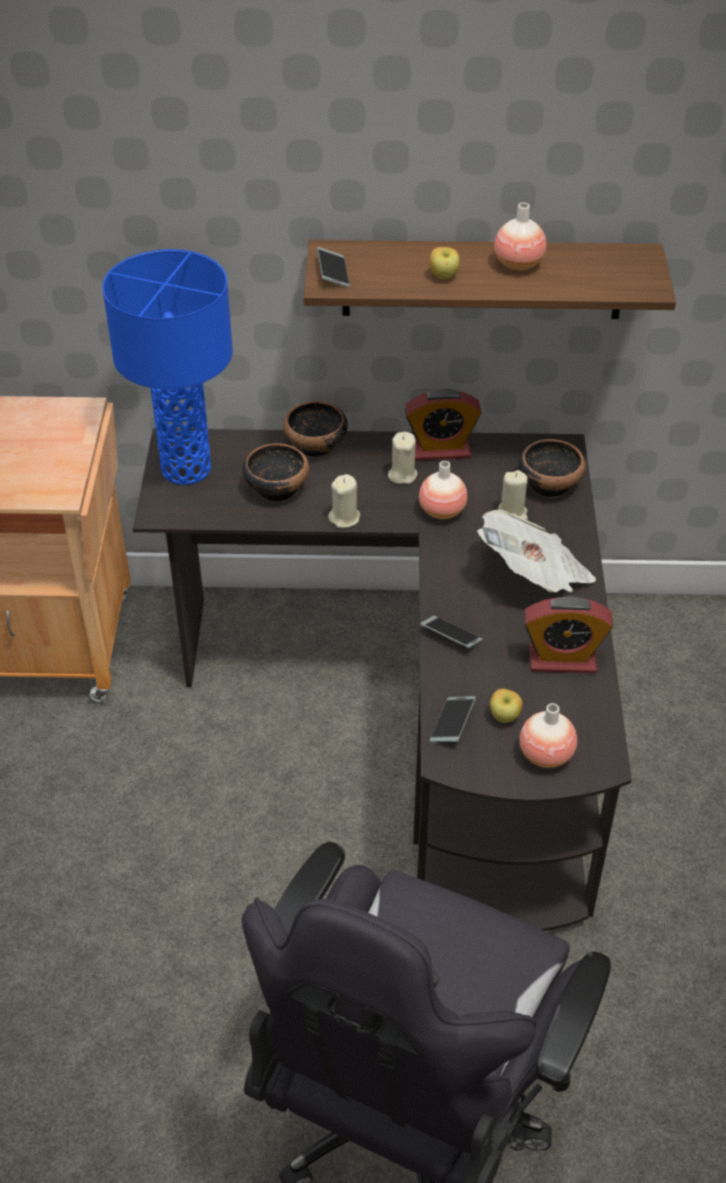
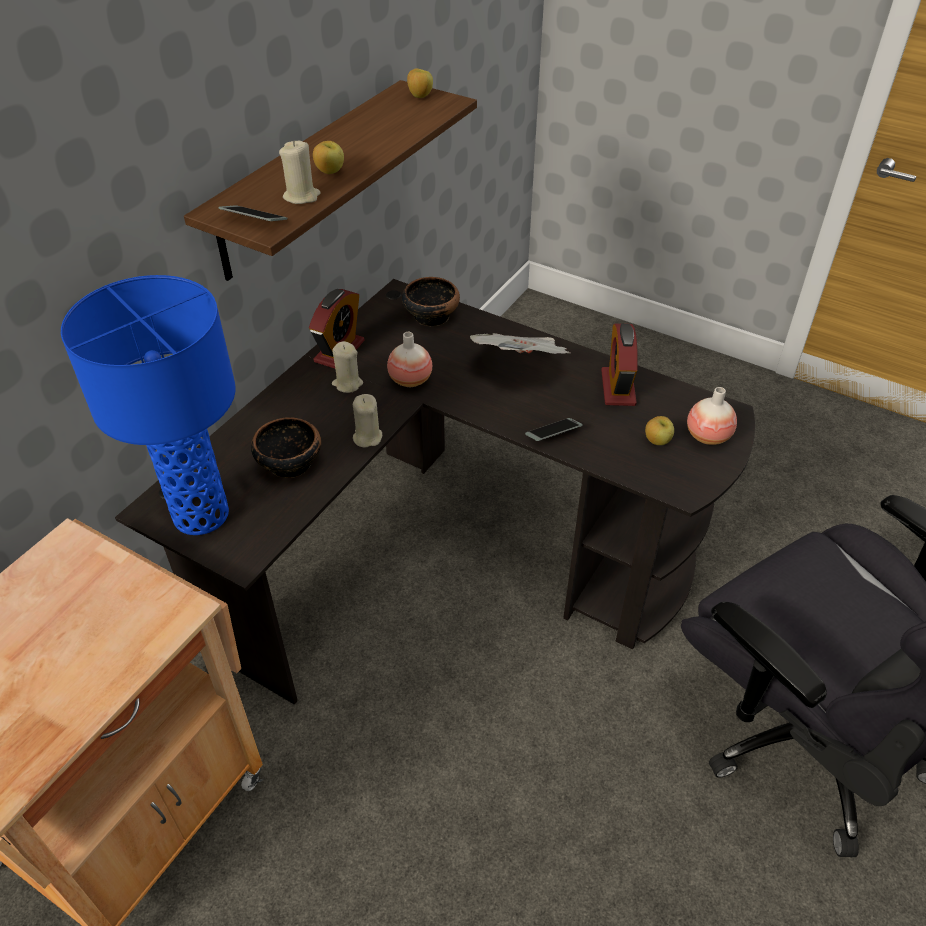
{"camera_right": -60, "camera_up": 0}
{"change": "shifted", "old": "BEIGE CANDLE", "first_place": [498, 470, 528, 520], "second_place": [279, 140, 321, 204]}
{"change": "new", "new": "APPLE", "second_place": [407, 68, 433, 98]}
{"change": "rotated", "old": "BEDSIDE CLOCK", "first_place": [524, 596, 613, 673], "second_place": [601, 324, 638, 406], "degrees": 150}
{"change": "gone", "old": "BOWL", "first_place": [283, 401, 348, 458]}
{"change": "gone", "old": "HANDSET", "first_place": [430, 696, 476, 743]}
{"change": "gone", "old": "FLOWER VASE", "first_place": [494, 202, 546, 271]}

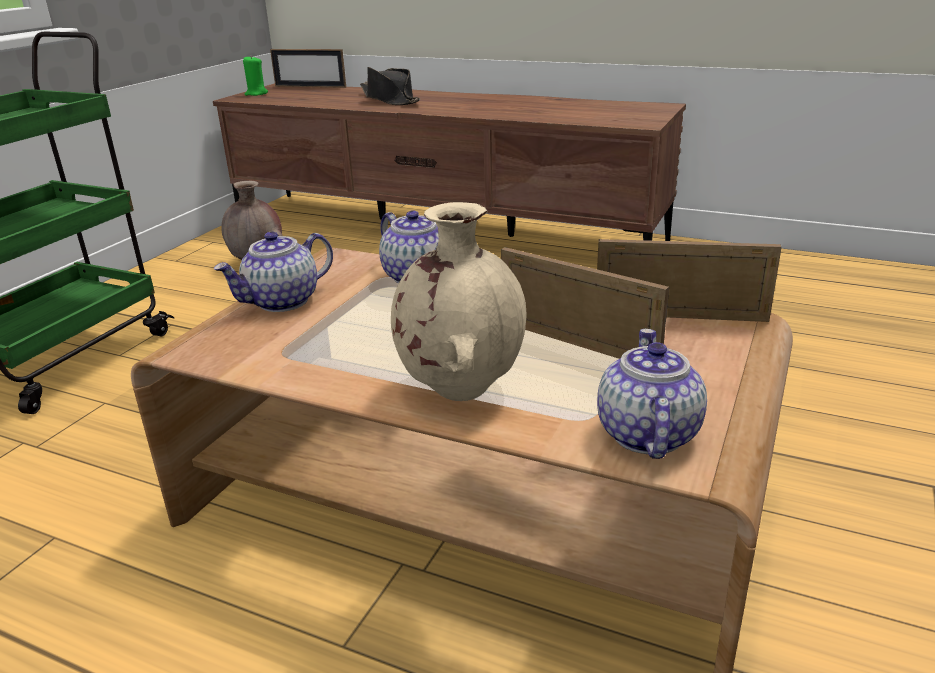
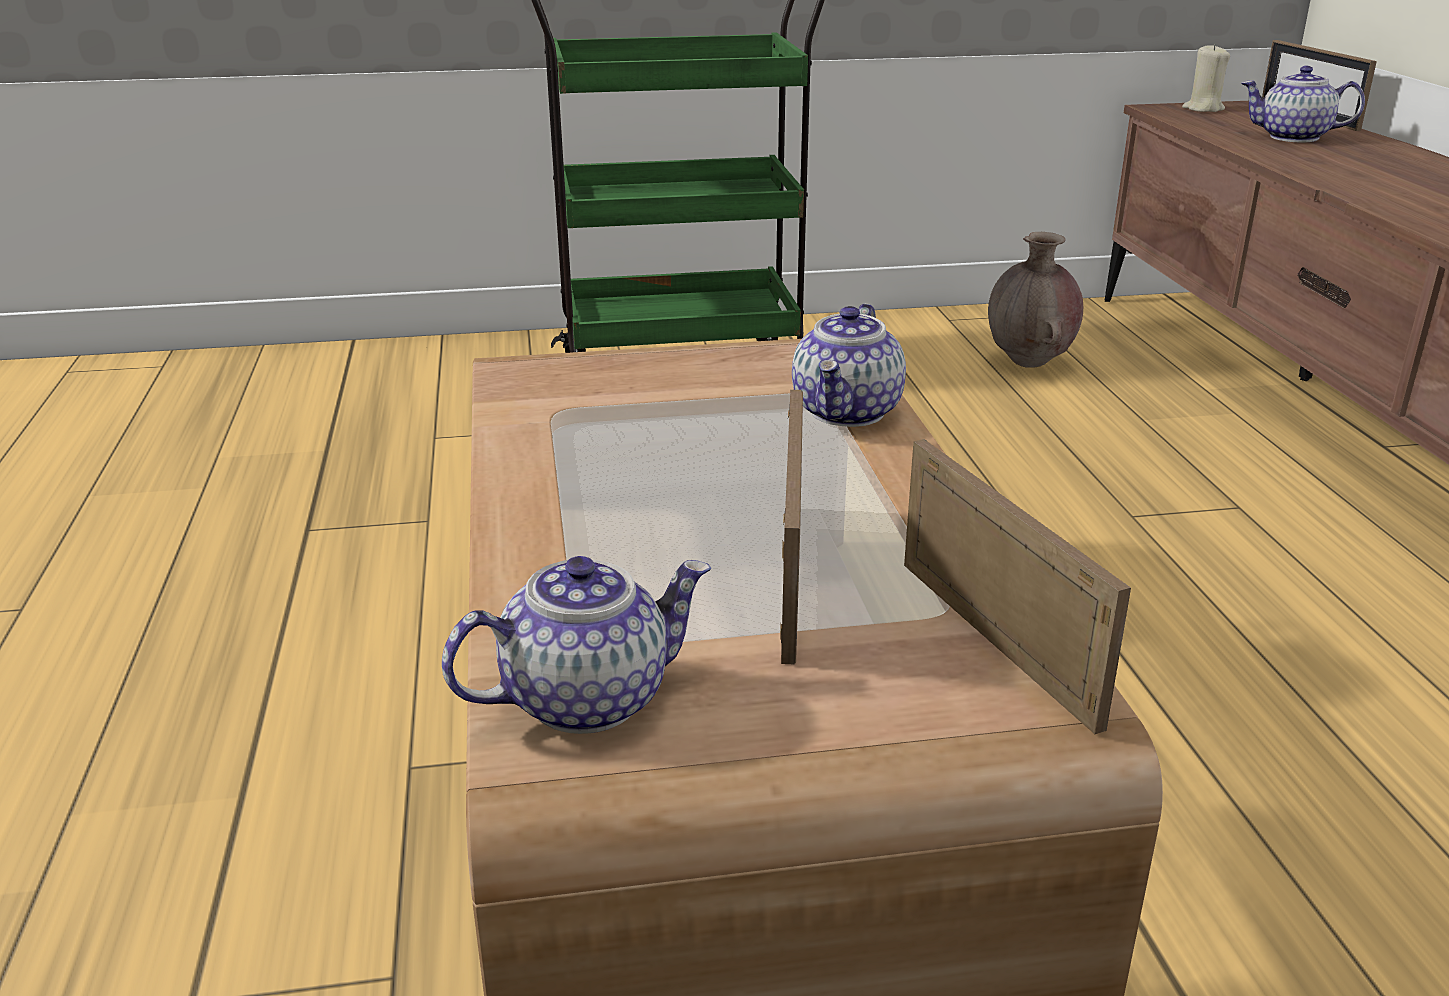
{"camera_right": 55, "camera_up": 0}
{"change": "repainted", "old": "GREEN CANDLE", "new": "BEIGE CANDLE", "first_place": [243, 55, 268, 96], "second_place": [1182, 43, 1230, 112]}
{"change": "shifted", "old": "POT FOR TEA", "first_place": [213, 232, 333, 312], "second_place": [1241, 66, 1365, 142]}
{"change": "gone", "old": "BLACKISH HAT", "first_place": [360, 67, 420, 105]}
{"change": "gone", "old": "BEIGE FLOWER VASE", "first_place": [391, 202, 527, 401]}

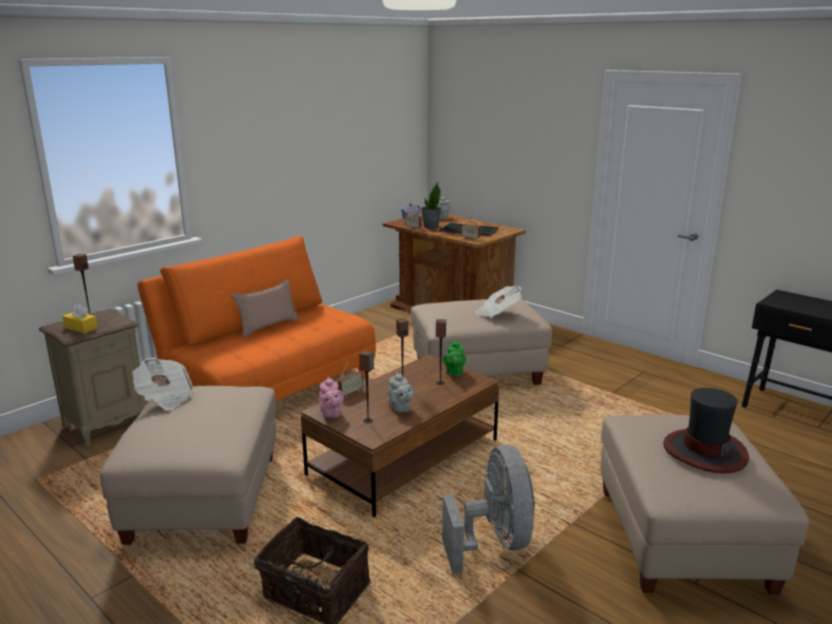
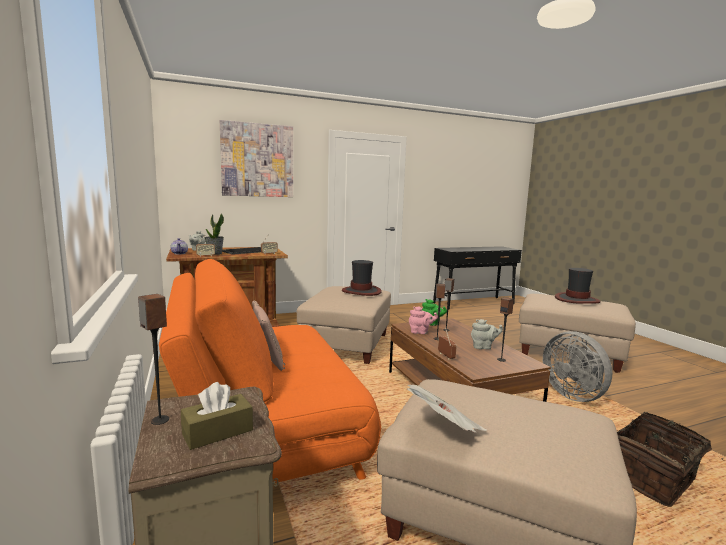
{"camera_right": -65, "camera_up": -10}
{"change": "repainted", "old": "YELLOW TISSUE BOX", "new": "BROWNISH TISSUE BOX", "first_place": [62, 304, 98, 334], "second_place": [181, 382, 253, 450]}
{"change": "new", "new": "PICTURE", "second_place": [220, 120, 293, 197]}
{"change": "swapped", "old": "NEWSPAPER", "new": "HAT", "first_place": [475, 286, 522, 318], "second_place": [342, 260, 382, 296]}
{"change": "shifted", "old": "PINK-COLOURED POT FOR TEA", "first_place": [318, 377, 344, 418], "second_place": [409, 306, 438, 334]}
{"change": "rotated", "old": "GREY ELECTRIC FAN", "first_place": [442, 445, 535, 574], "second_place": [543, 331, 612, 402], "degrees": -135}

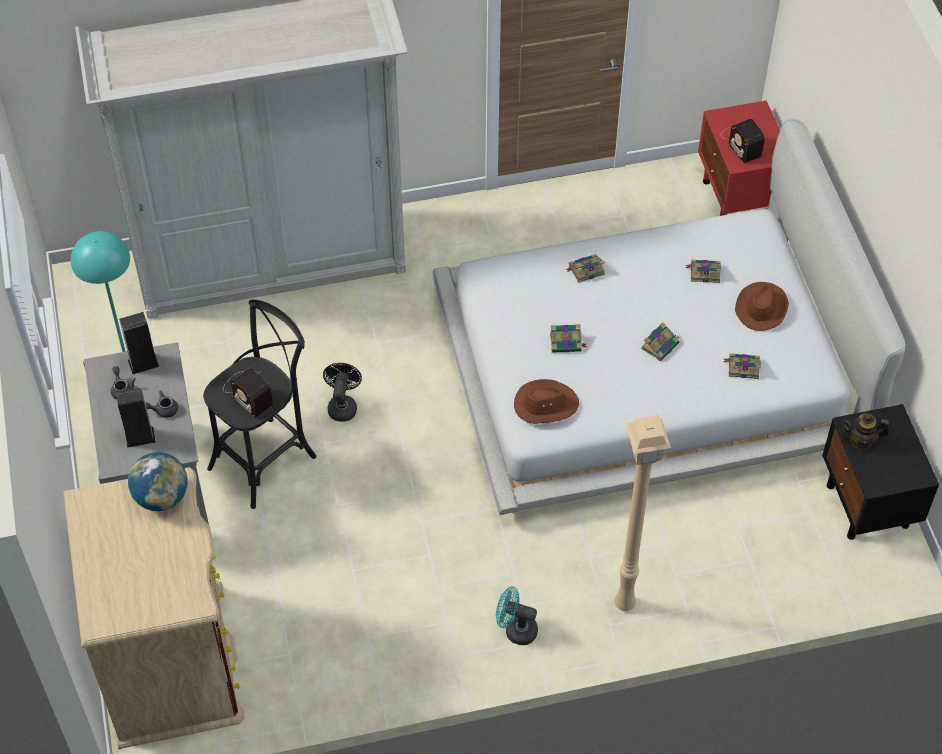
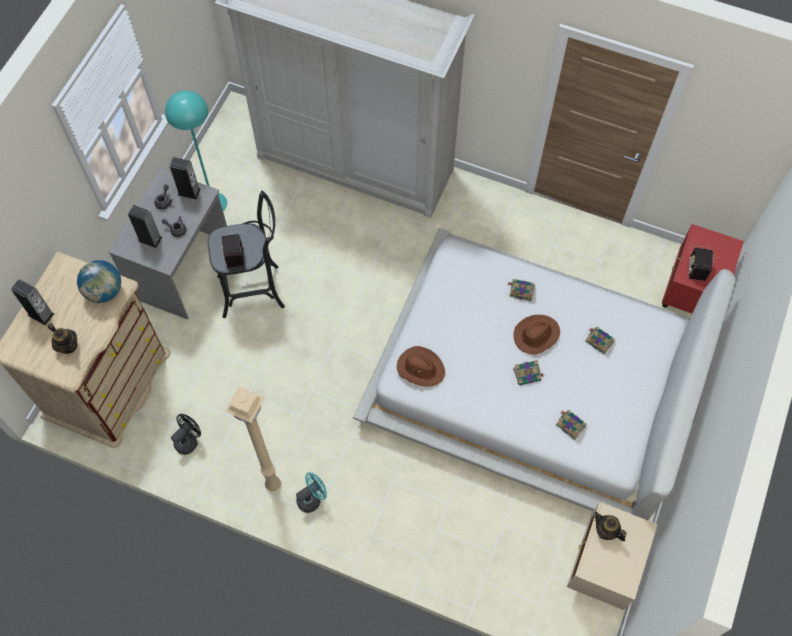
{"camera_right": 35, "camera_up": 10}
{"change": "new", "new": "SPEAKER", "second_place": [11, 279, 54, 325]}
{"change": "new", "new": "POT FOR TEA", "second_place": [48, 323, 77, 354]}
{"change": "shifted", "old": "BLACKISH ELECTRIC FAN", "first_place": [323, 363, 362, 422], "second_place": [171, 414, 201, 455]}
{"change": "shifted", "old": "BEIGE STANDARD LAMP", "first_place": [614, 415, 671, 611], "second_place": [225, 387, 281, 491]}
{"change": "rotated", "old": "TURQUOISE-COLOURED ELECTRIC FAN", "first_place": [496, 586, 538, 645], "second_place": [296, 472, 327, 513], "degrees": 90}
{"change": "shifted", "old": "BROWNISH HAT", "first_place": [735, 282, 789, 331], "second_place": [514, 315, 560, 354]}
{"change": "repainted", "old": "BLACKISH NIGHT TABLE", "new": "BEIGE NIGHT TABLE", "first_place": [822, 404, 939, 540], "second_place": [567, 502, 658, 610]}
{"change": "gone", "old": "BOUND BOOK", "first_place": [550, 324, 587, 353]}

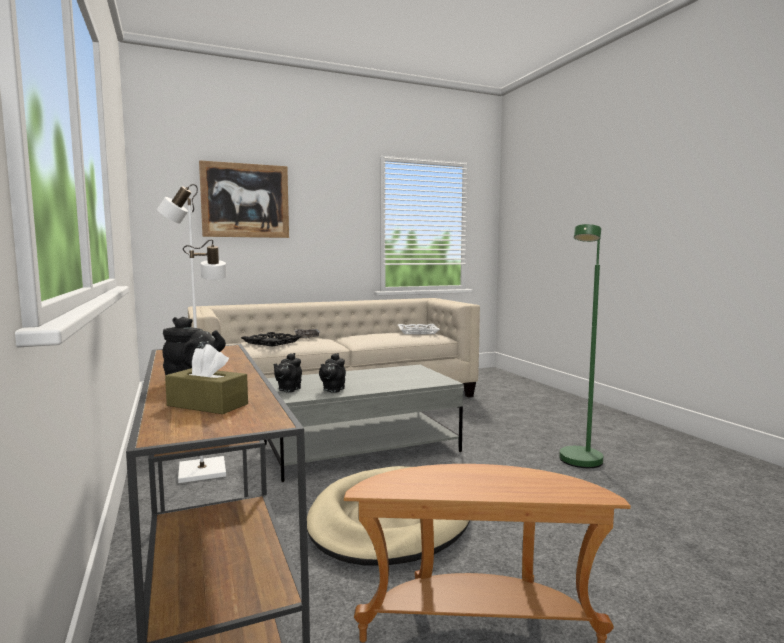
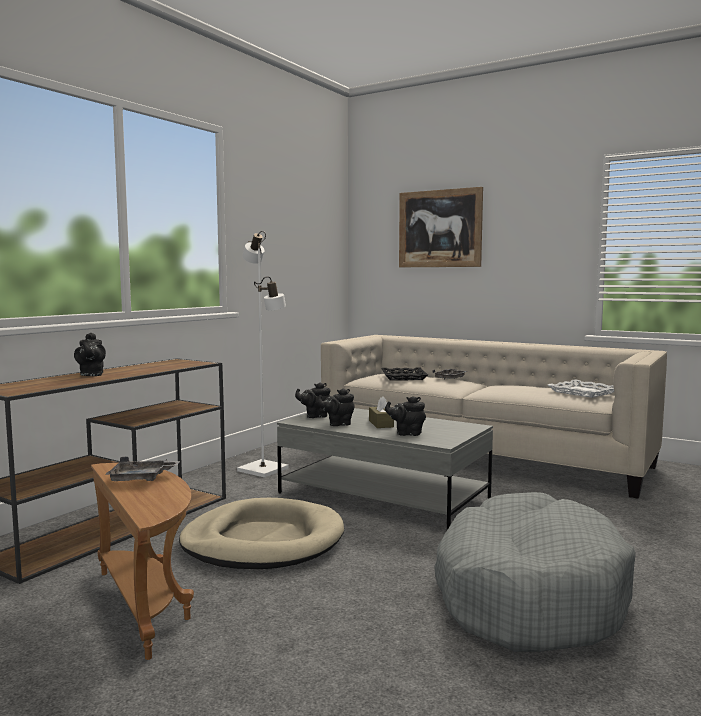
{"camera_right": 55, "camera_up": 0}
{"change": "new", "new": "GREY TRAY", "second_place": [105, 456, 180, 481]}
{"change": "shifted", "old": "BROWNISH TISSUE BOX", "first_place": [165, 344, 248, 414], "second_place": [369, 396, 394, 428]}
{"change": "new", "new": "BLACKISH POT FOR TEA", "second_place": [385, 396, 426, 436]}
{"change": "swapped", "old": "GREEN STANDARD LAMP", "new": "GREY DOG BED", "first_place": [559, 224, 603, 468], "second_place": [434, 492, 636, 652]}

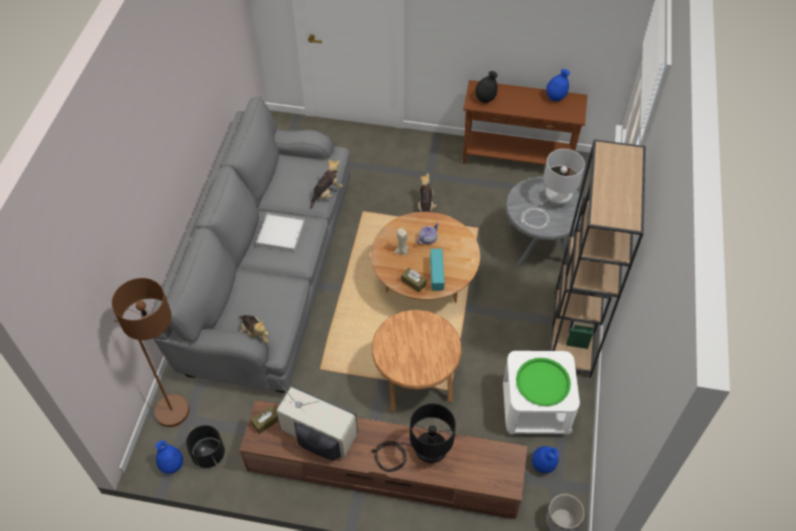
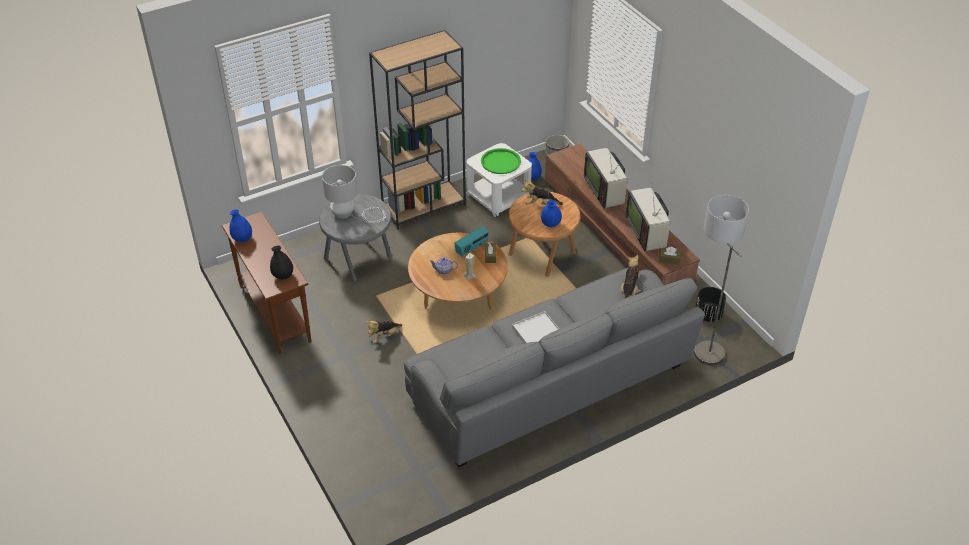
{"camera_right": -130, "camera_up": -10}
{"change": "shifted", "old": "SOFT TOY", "first_place": [310, 159, 343, 209], "second_place": [522, 180, 563, 205]}
{"change": "shifted", "old": "BLUE-COLOURED FLOWER VASE", "first_place": [156, 440, 183, 474], "second_place": [541, 200, 562, 227]}
{"change": "swapped", "old": "BLACKISH TABLETOP LAMP", "new": "TV SET", "first_place": [371, 403, 456, 472], "second_place": [584, 142, 627, 209]}
{"change": "repainted", "old": "BROWNISH STANDARD LAMP", "new": "GREY STANDARD LAMP", "first_place": [112, 278, 189, 427], "second_place": [694, 195, 749, 365]}

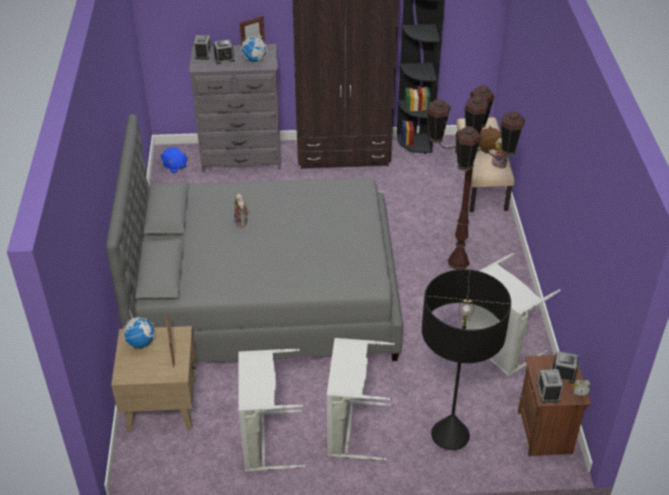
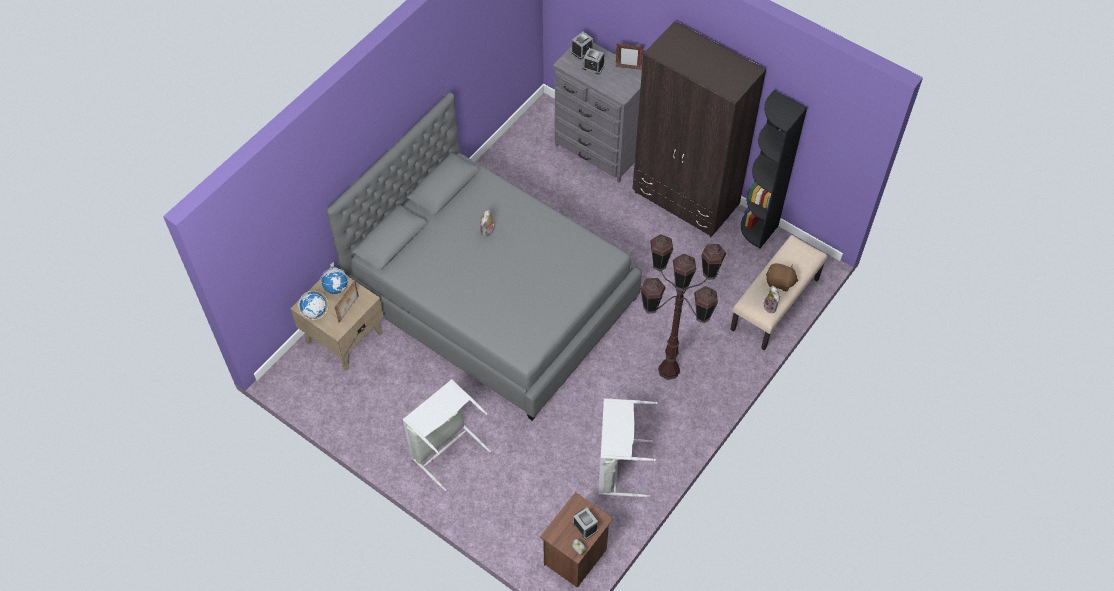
{"camera_right": 40, "camera_up": 15}
{"change": "shifted", "old": "WORLD GLOBE", "first_place": [241, 33, 267, 62], "second_place": [298, 291, 328, 320]}
{"change": "gone", "old": "BLUE-COLOURED SOFT TOY", "first_place": [161, 147, 187, 173]}
{"change": "gone", "old": "GREY HAMPER", "first_place": [238, 349, 305, 471]}
{"change": "gone", "old": "BLACKISH STANDARD LAMP", "first_place": [422, 269, 511, 450]}
{"change": "gone", "old": "BEDSIDE CLOCK", "first_place": [537, 369, 563, 403]}

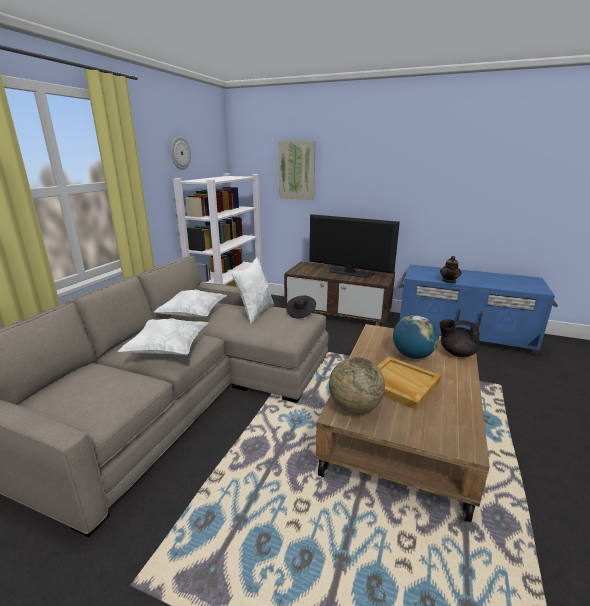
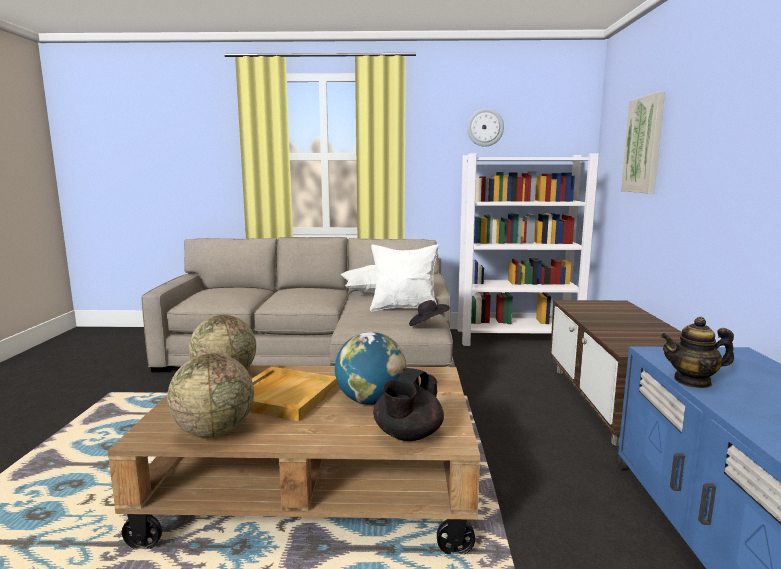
{"camera_right": 70, "camera_up": -10}
{"change": "new", "new": "WORLD GLOBE", "second_place": [167, 353, 254, 438]}
{"change": "rotated", "old": "BLACKISH POT FOR TEA", "first_place": [439, 319, 480, 357], "second_place": [373, 368, 444, 441], "degrees": -150}
{"change": "gone", "old": "WHITE THROW PILLOW", "first_place": [117, 318, 208, 355]}
{"change": "gone", "old": "TV SET", "first_place": [309, 214, 400, 278]}

